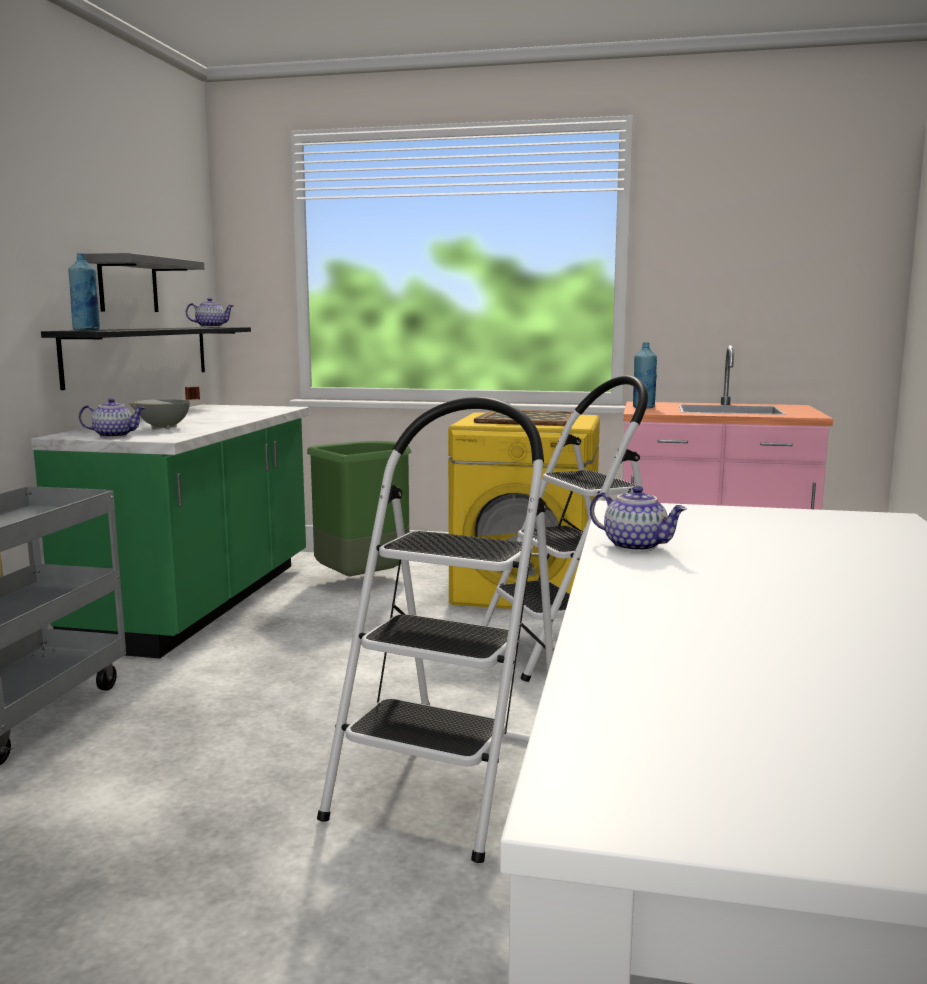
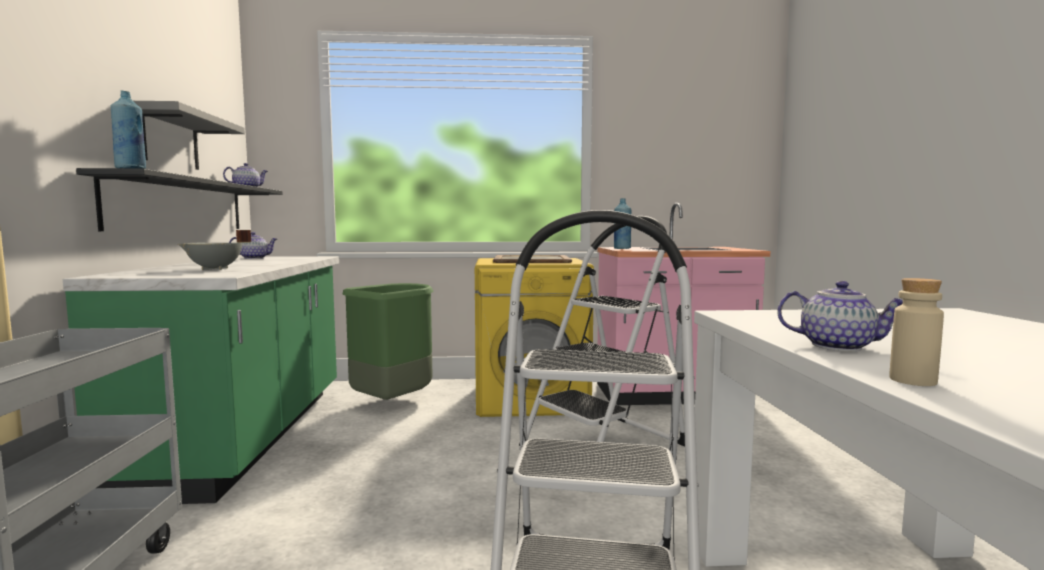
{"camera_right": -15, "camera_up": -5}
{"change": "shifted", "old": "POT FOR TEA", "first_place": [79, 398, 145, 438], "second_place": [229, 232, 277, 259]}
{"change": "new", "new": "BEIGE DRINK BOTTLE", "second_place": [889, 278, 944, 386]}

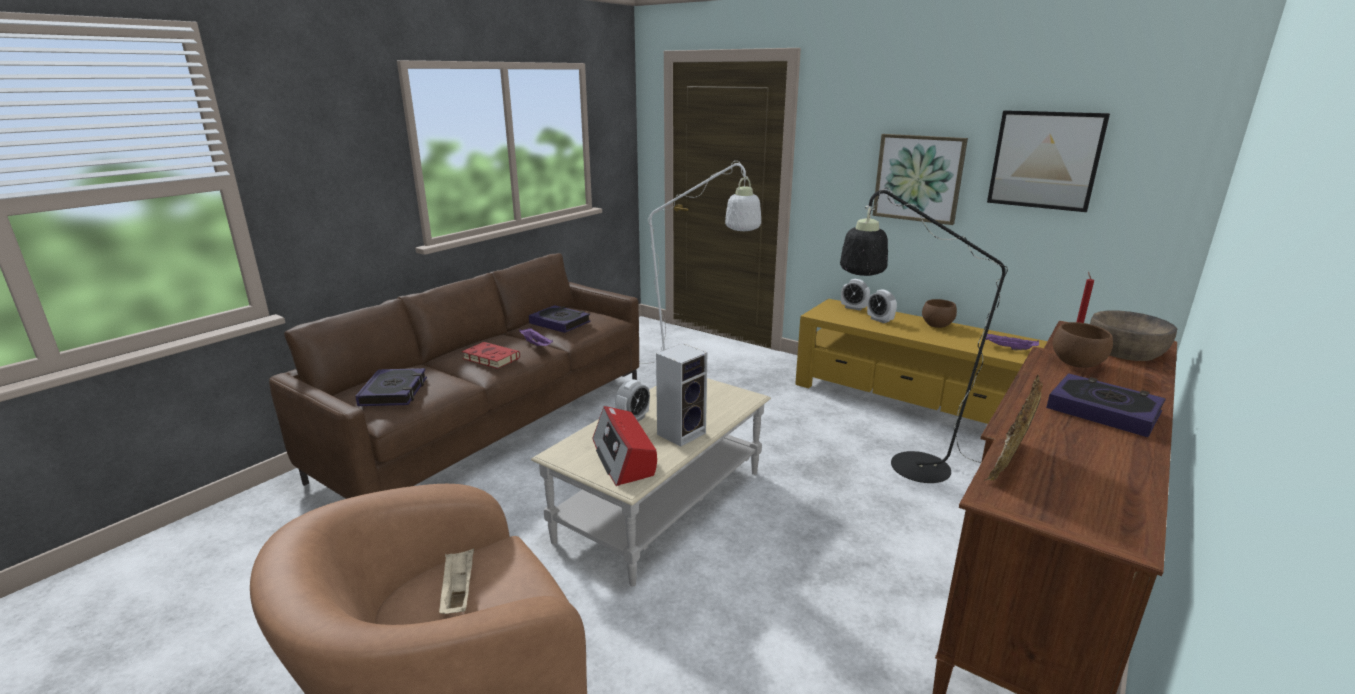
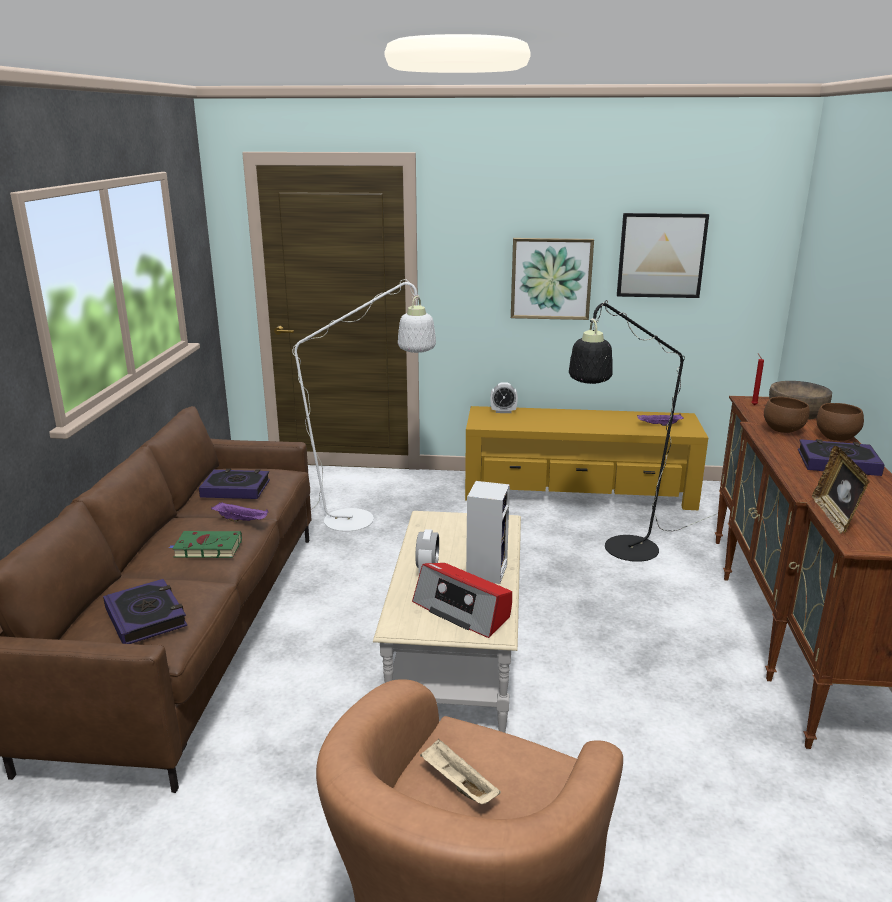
{"camera_right": -30, "camera_up": 0}
{"change": "repainted", "old": "RED BOUND BOOK", "new": "GREEN BOUND BOOK", "first_place": [462, 342, 520, 369], "second_place": [169, 531, 242, 558]}
{"change": "shifted", "old": "BROWNISH BOWL", "first_place": [922, 299, 957, 328], "second_place": [817, 403, 864, 441]}
{"change": "gone", "old": "BEDSIDE CLOCK", "first_place": [867, 289, 897, 323]}

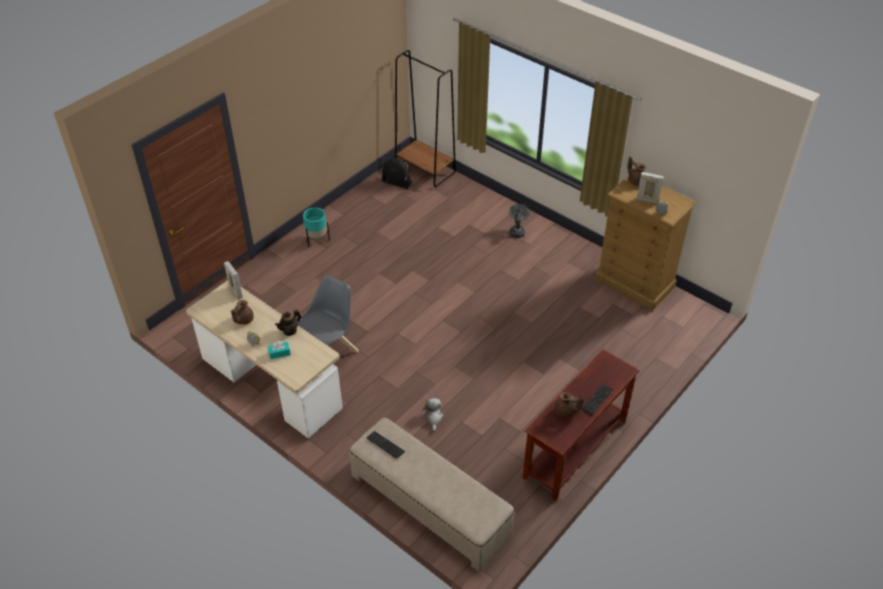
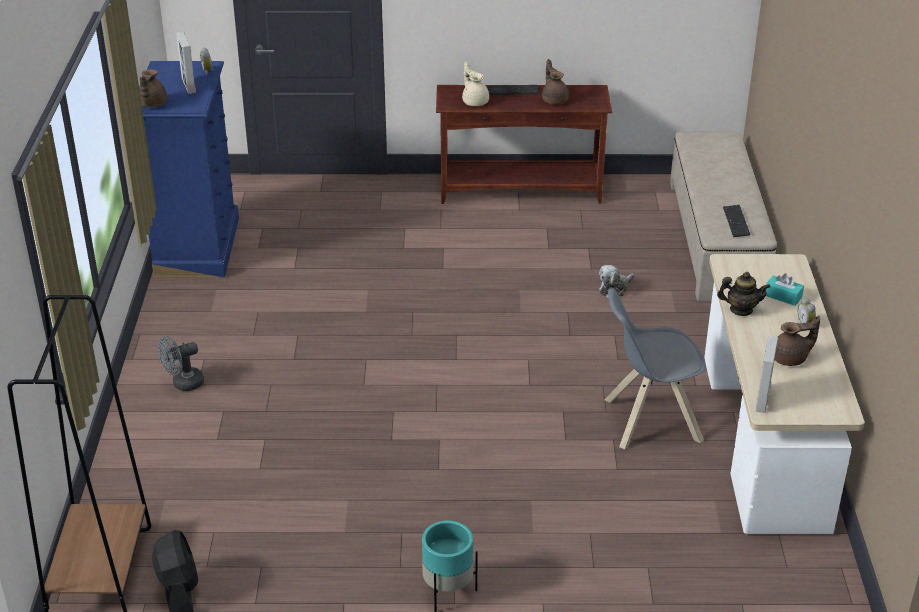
{"camera_right": -130, "camera_up": -10}
{"change": "repainted", "old": "BROWNISH CHEST OF DRAWERS", "new": "BLUE-COLOURED CHEST OF DRAWERS", "first_place": [594, 175, 697, 311], "second_place": [142, 61, 239, 278]}
{"change": "new", "new": "BEIGE POT FOR TEA", "second_place": [462, 61, 489, 106]}

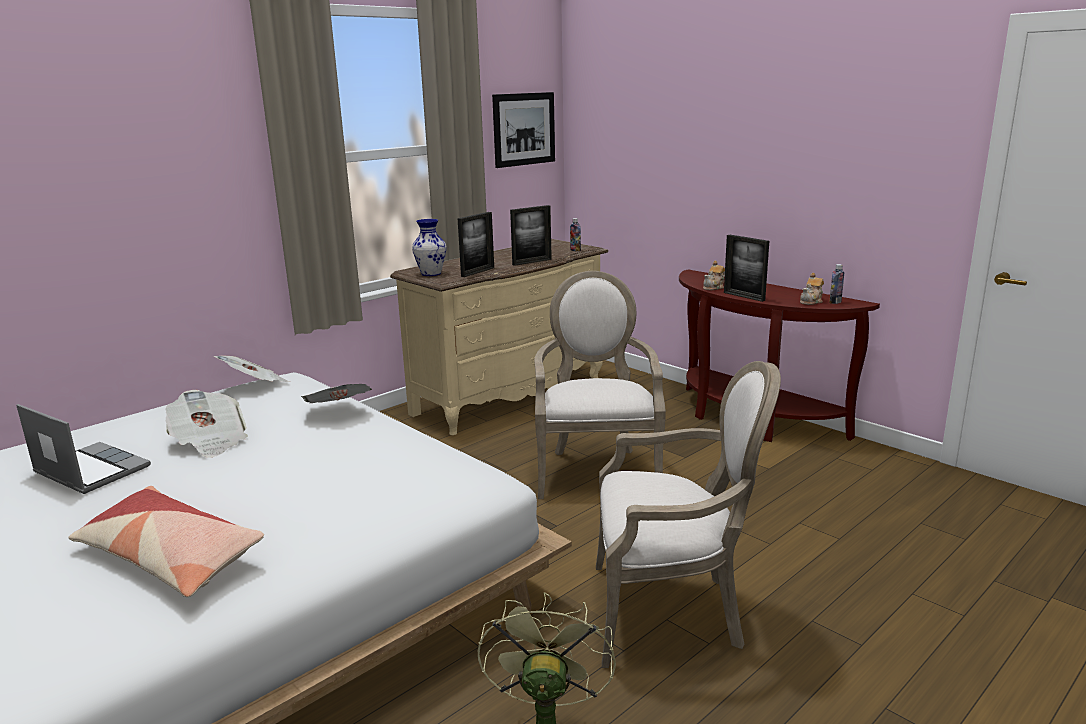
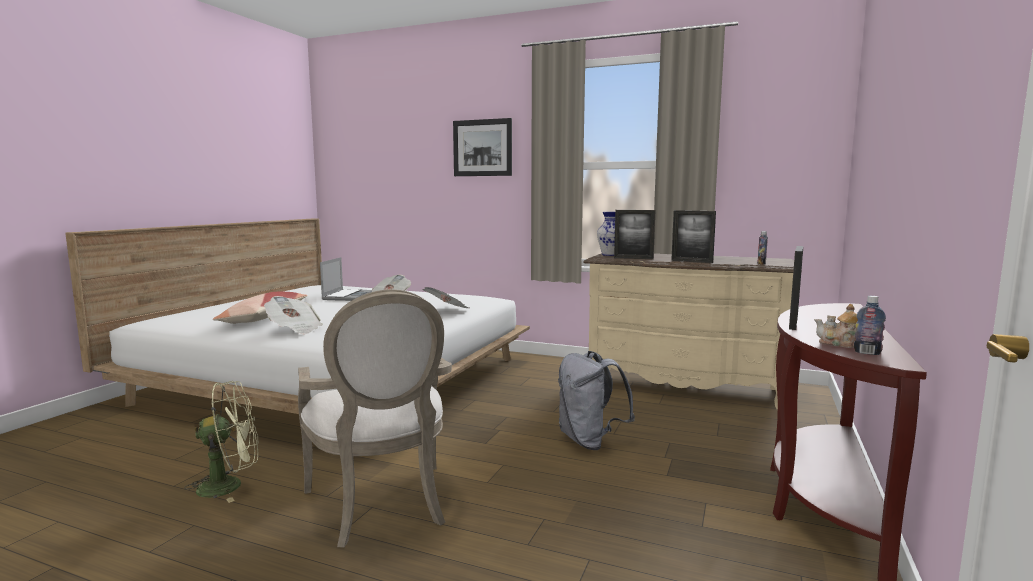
{"camera_right": 65, "camera_up": -10}
{"change": "shifted", "old": "NEWSPAPER", "first_place": [214, 356, 290, 382], "second_place": [264, 296, 323, 334]}
{"change": "shifted", "old": "PICTURE", "first_place": [492, 92, 555, 168], "second_place": [453, 118, 512, 176]}
{"change": "swapped", "old": "EASY CHAIR", "new": "GREY BACKPACK", "first_place": [535, 271, 666, 499], "second_place": [558, 351, 635, 450]}
{"change": "gone", "old": "POT FOR TEA", "first_place": [703, 261, 725, 290]}

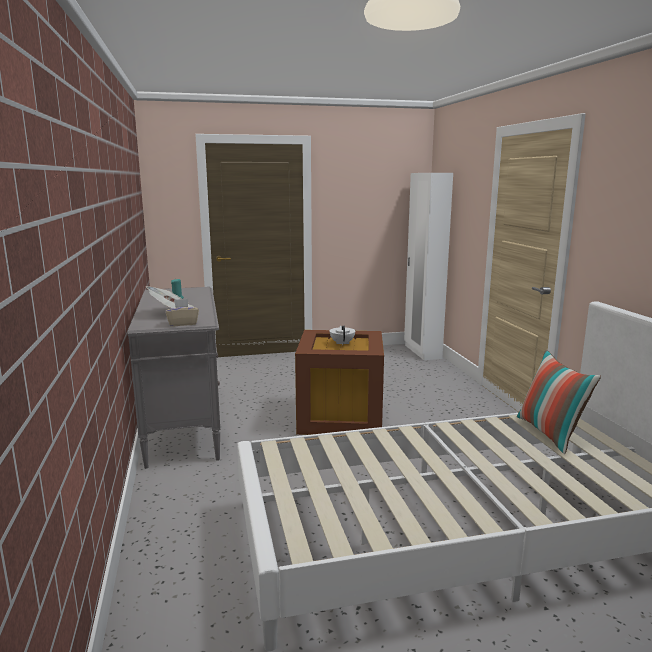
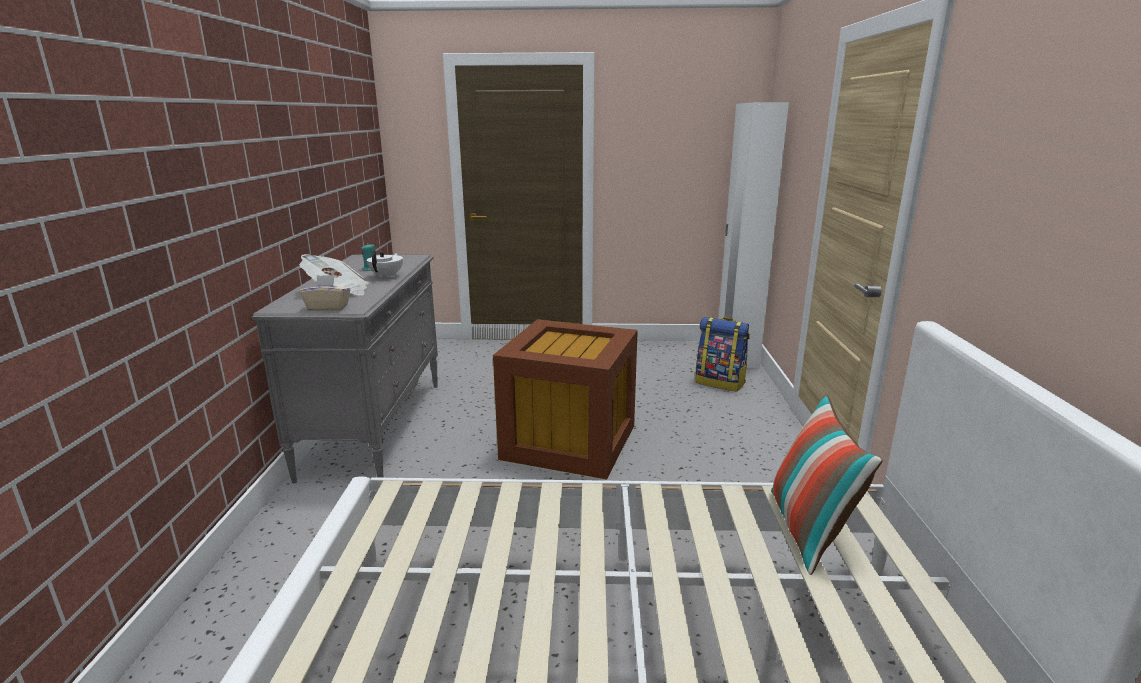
{"camera_right": 15, "camera_up": 5}
{"change": "shifted", "old": "WHITE POT FOR TEA", "first_place": [330, 325, 355, 345], "second_place": [367, 250, 403, 279]}
{"change": "new", "new": "BACKPACK", "second_place": [695, 317, 750, 392]}

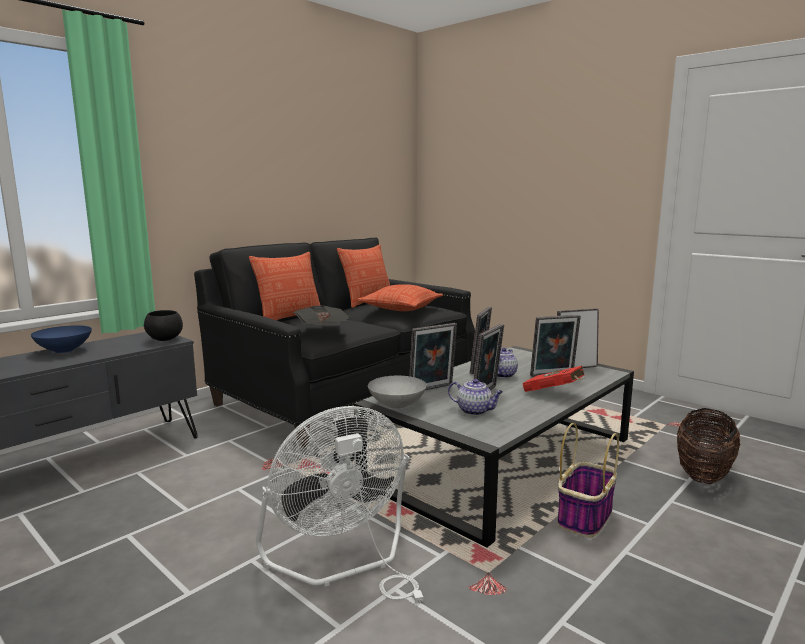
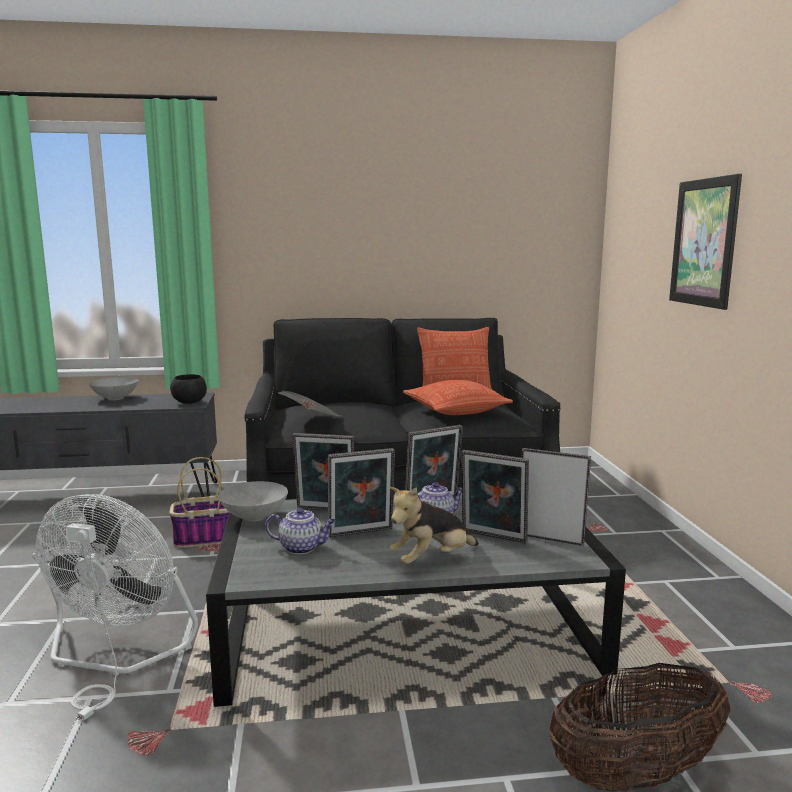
{"camera_right": 40, "camera_up": 0}
{"change": "repainted", "old": "BLUE-COLOURED BOWL", "new": "GREY BOWL", "first_place": [31, 325, 92, 353], "second_place": [89, 377, 139, 400]}
{"change": "shifted", "old": "BASKET", "first_place": [557, 423, 619, 537], "second_place": [169, 457, 230, 548]}
{"change": "rotated", "old": "POT FOR TEA", "first_place": [448, 379, 503, 415], "second_place": [265, 508, 336, 554], "degrees": -60}
{"change": "swapped", "old": "RED BOUND BOOK", "new": "SOFT TOY", "first_place": [523, 366, 585, 392], "second_place": [389, 487, 479, 564]}
{"change": "new", "new": "PICTURE", "second_place": [669, 174, 742, 310]}
{"change": "gone", "old": "ORANGEY THROW PILLOW", "first_place": [249, 252, 320, 320]}

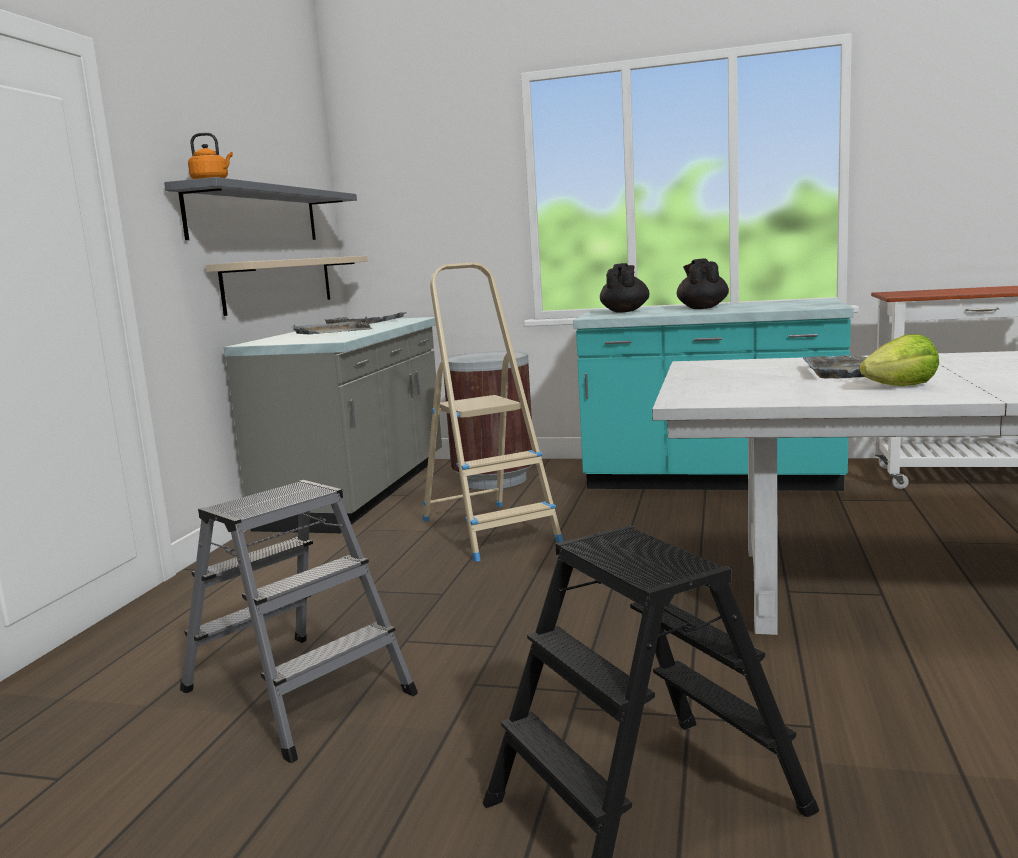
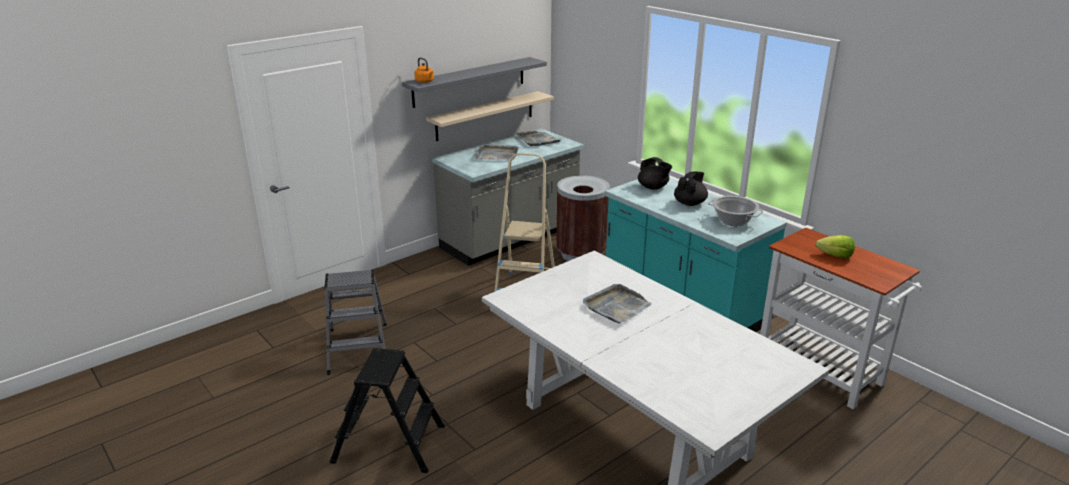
{"camera_right": 35, "camera_up": 15}
{"change": "rotated", "old": "BLACKISH POT FOR TEA", "first_place": [600, 263, 649, 313], "second_place": [638, 157, 672, 190], "degrees": 90}
{"change": "new", "new": "STOCKPOT", "second_place": [708, 196, 763, 226]}
{"change": "shifted", "old": "HEAD OF LETTUCE", "first_place": [860, 334, 939, 386], "second_place": [815, 235, 855, 258]}

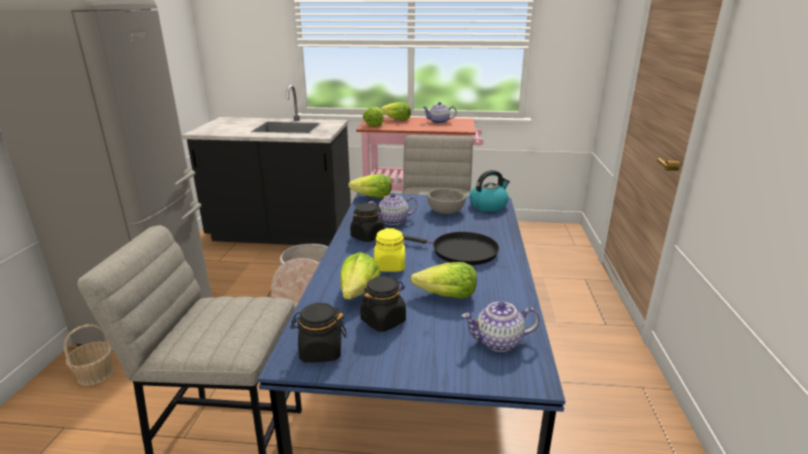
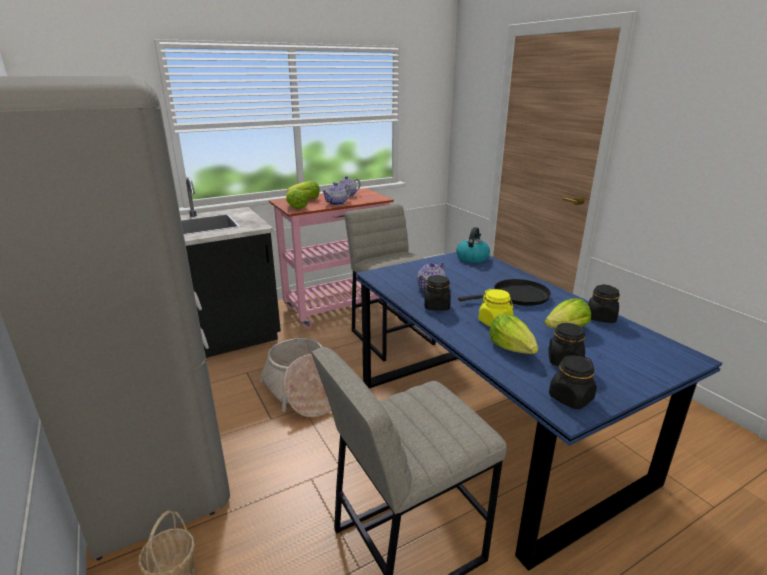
{"camera_right": -35, "camera_up": 0}
{"change": "shifted", "old": "POT FOR TEA", "first_place": [462, 301, 540, 352], "second_place": [322, 183, 351, 205]}
{"change": "new", "new": "BLACKISH JAR", "second_place": [588, 284, 620, 323]}
{"change": "gone", "old": "HEAD OF LETTUCE", "first_place": [348, 174, 392, 198]}
{"change": "gone", "old": "GREY BOWL", "first_place": [427, 188, 466, 214]}

